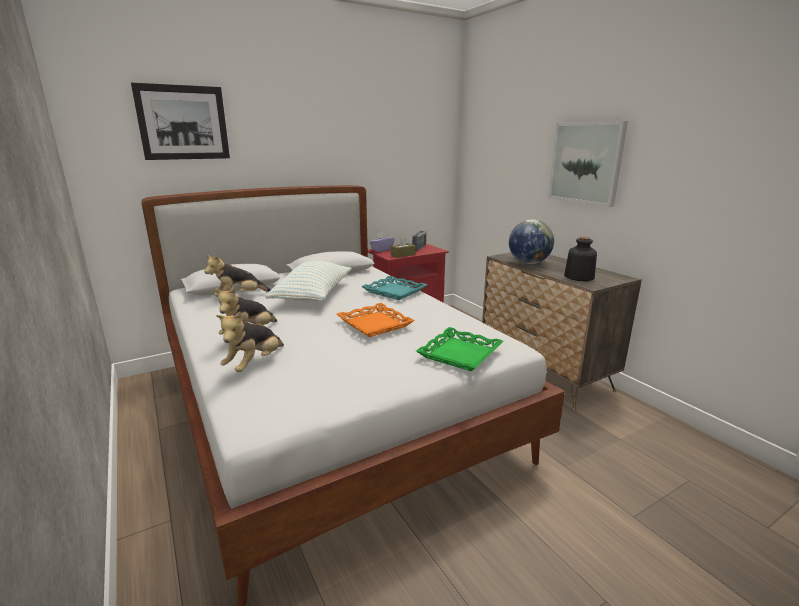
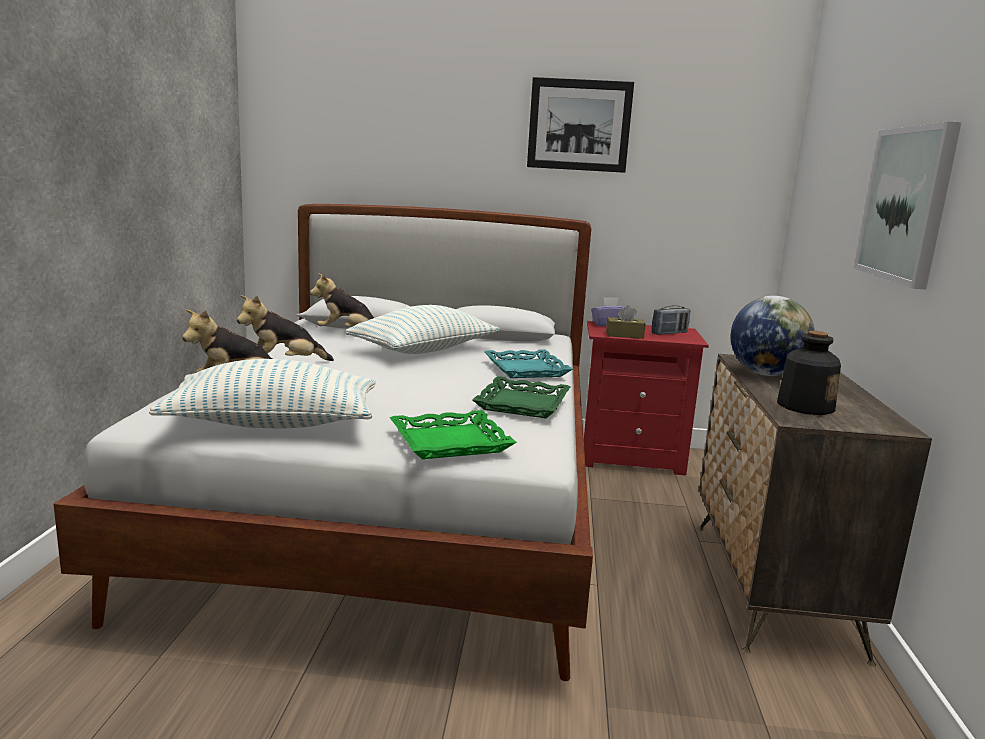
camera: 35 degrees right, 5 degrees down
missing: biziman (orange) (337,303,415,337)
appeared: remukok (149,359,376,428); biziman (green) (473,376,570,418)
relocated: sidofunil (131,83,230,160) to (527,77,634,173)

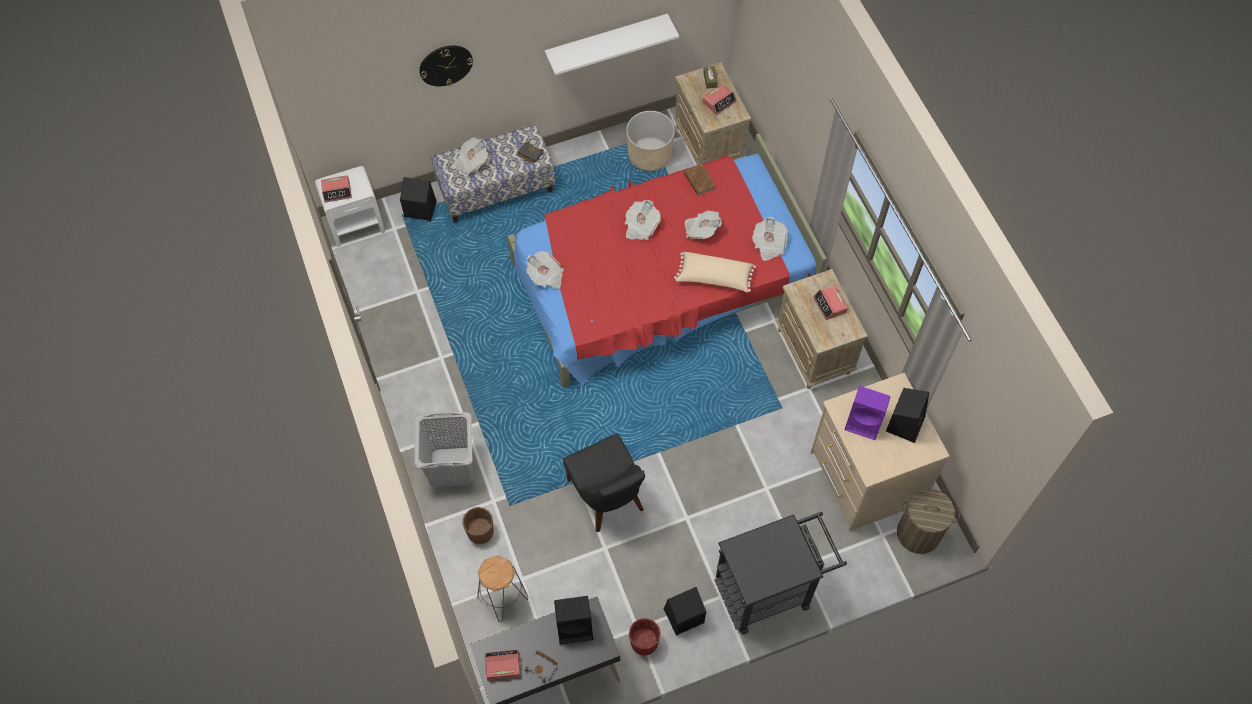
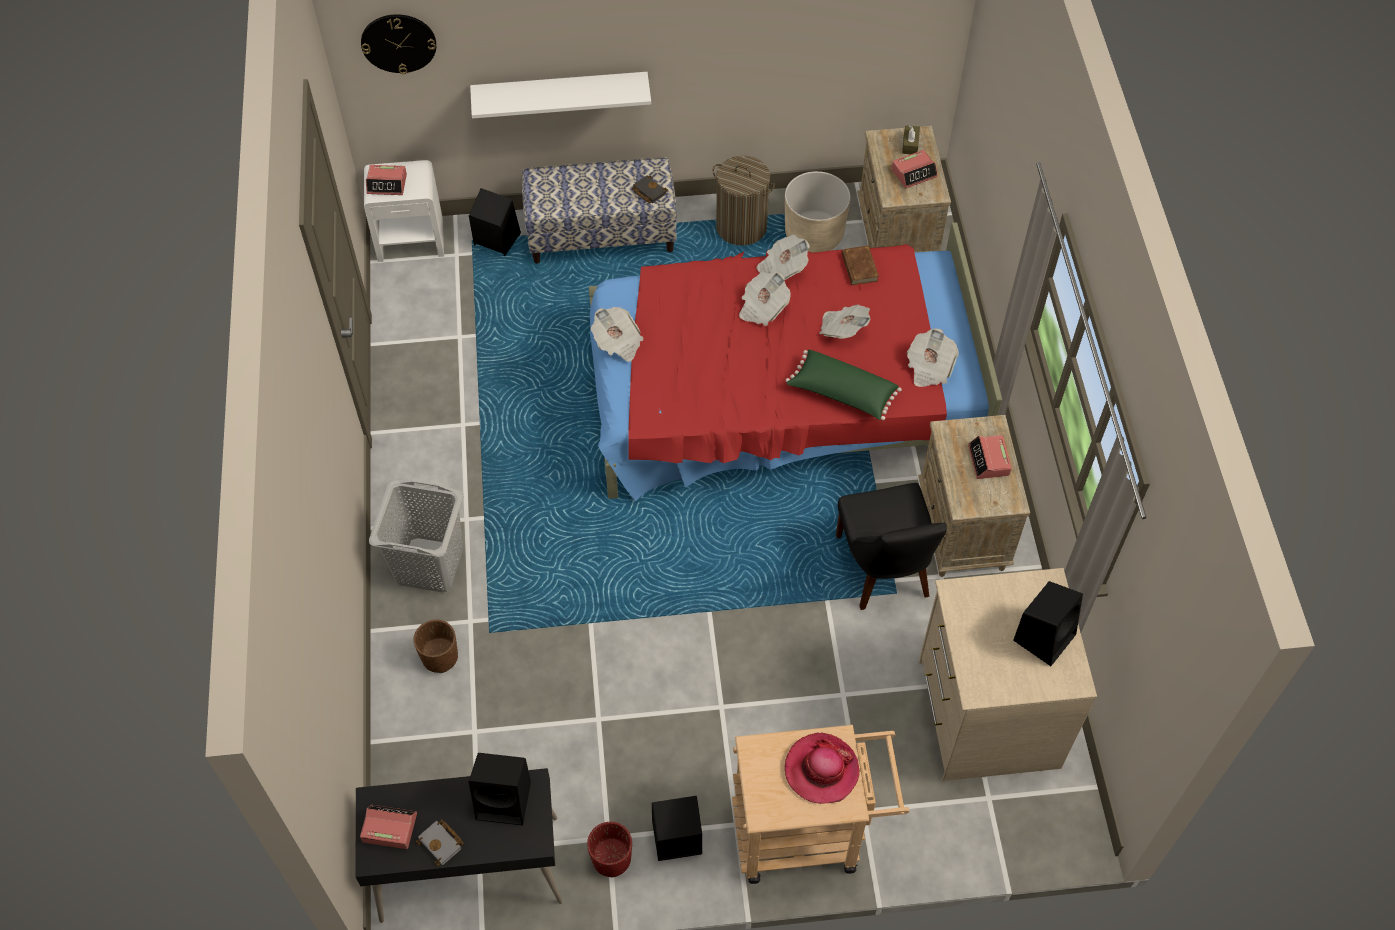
camera: 15 degrees right, 5 degrees down
missing: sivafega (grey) (477,555,528,622); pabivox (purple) (844,386,891,440)
appeared: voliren (785,732,860,804)
relocated: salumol (419,46,473,86) to (361,14,436,74); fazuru (453,137,488,175) to (757,235,810,280); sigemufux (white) (545,14,679,75) to (470,72,651,119); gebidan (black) (563,434,645,532) to (836,483,947,610); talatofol (897,489,960,554) to (713,156,775,246)
colour: remukok (beige) (674,252,756,292) to remukok (green) (786,350,902,420); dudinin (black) (714,512,847,634) to dudinin (beige) (732,725,909,884)

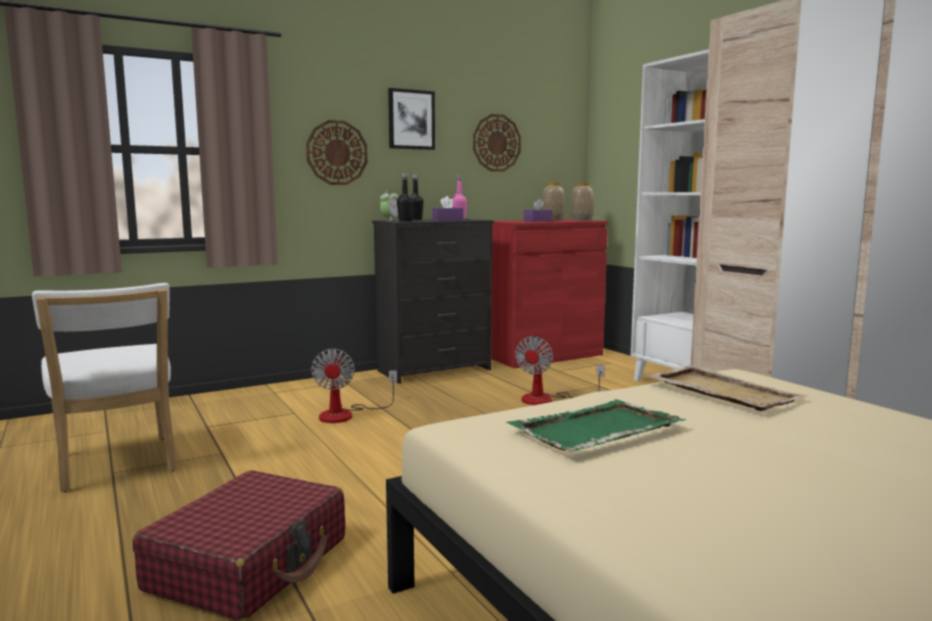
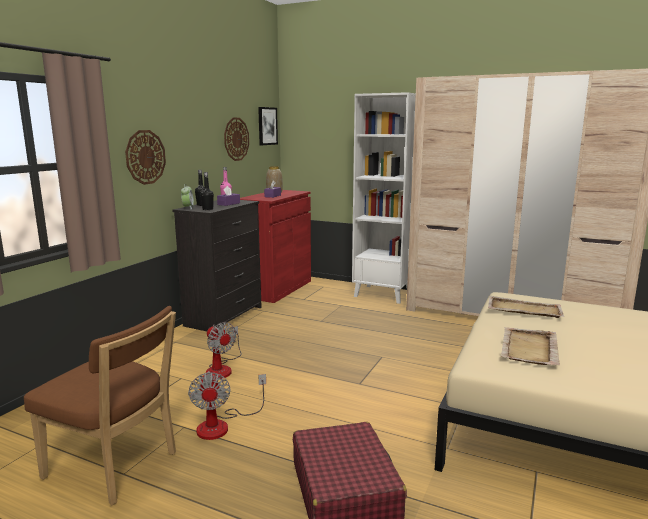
camera: 35 degrees left, 5 degrees up
missing: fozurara (570,183,594,220)
relocated: sidofunil (388,88,435,150) to (258,107,278,145); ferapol (515,336,605,405) to (188,371,266,440)
colour: gebidan (white) (32,283,177,492) to gebidan (brown) (24,306,176,506); biziman (green) (506,400,687,452) to biziman (beige) (501,327,560,365)

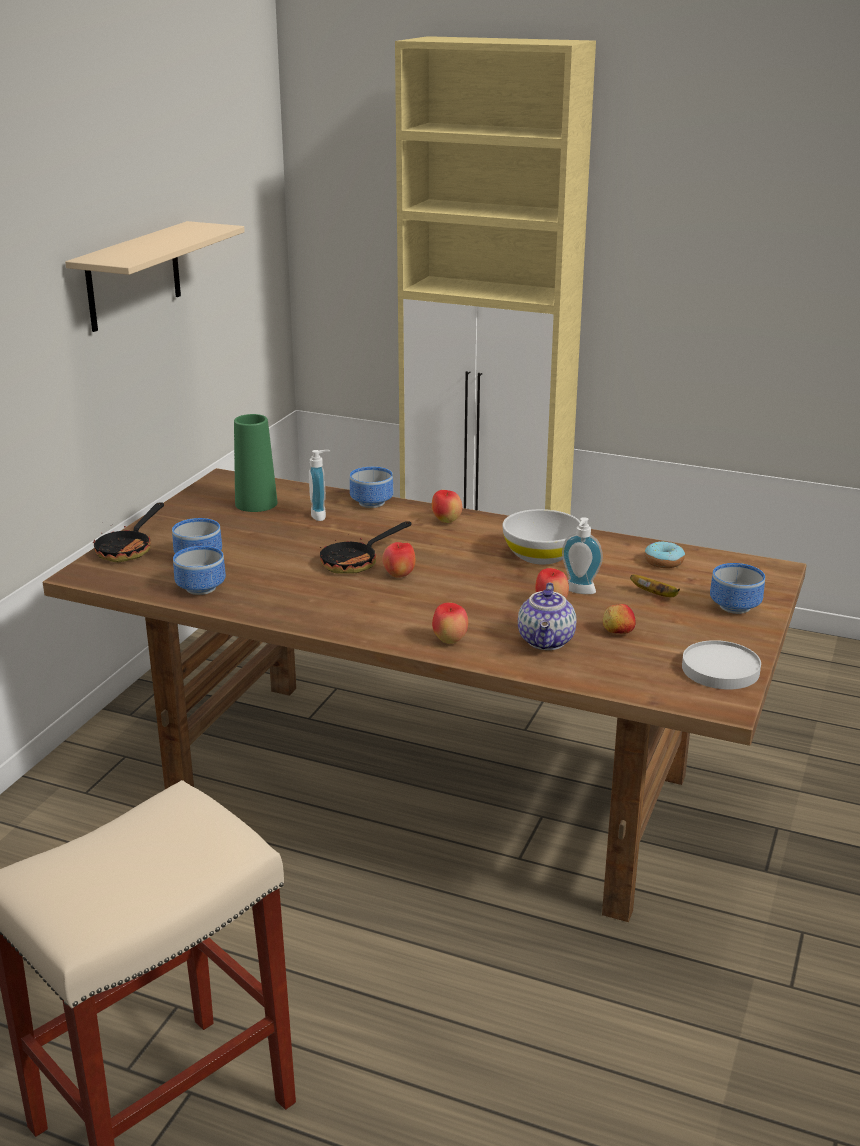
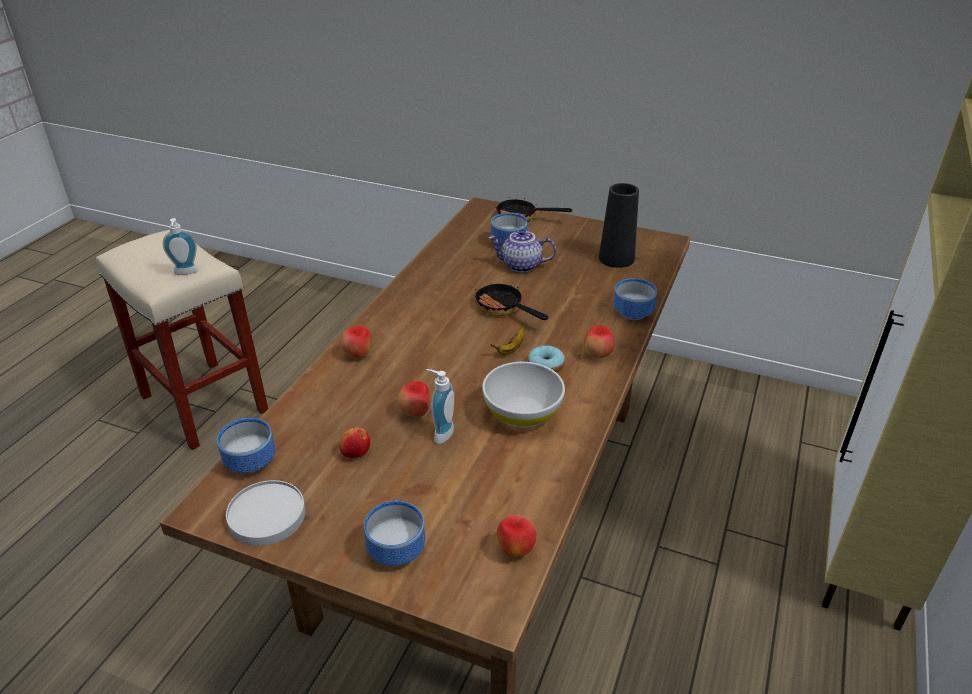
camera: 90 degrees right, 10 degrees up
missing: sigemufux (beige) (65,221,245,332)
relocated: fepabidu (173,546,226,595) to (217,418,275,473); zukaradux (309,450,330,521) to (163,218,199,275); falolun (382,542,415,578) to (497,515,537,558); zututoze (518,582,576,650) to (488,229,556,273); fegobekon (630,575,680,597) to (490,326,525,355); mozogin (644,541,685,568) to (528,346,565,373)
colour: fozurara (green) (234,414,278,512) to fozurara (black) (599,183,639,268)

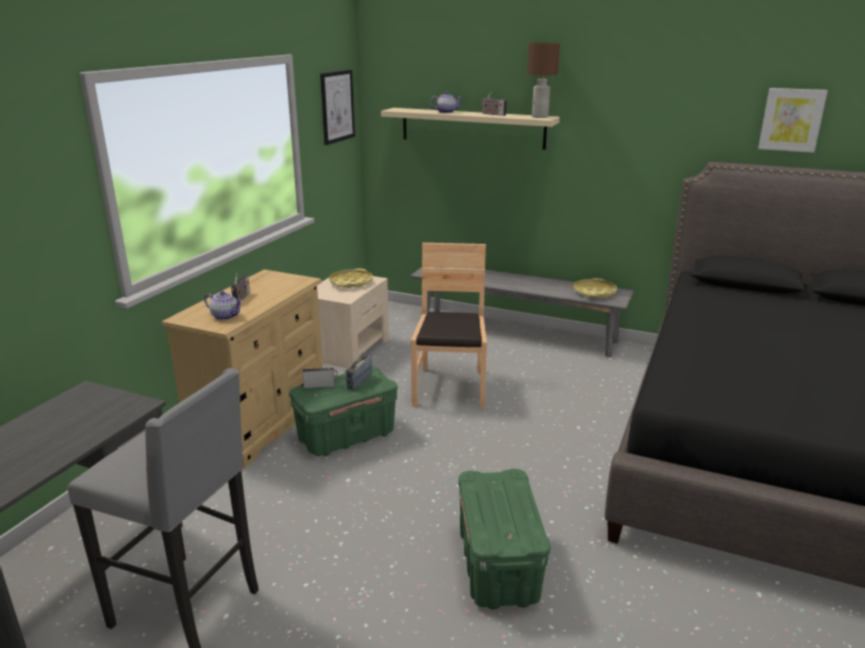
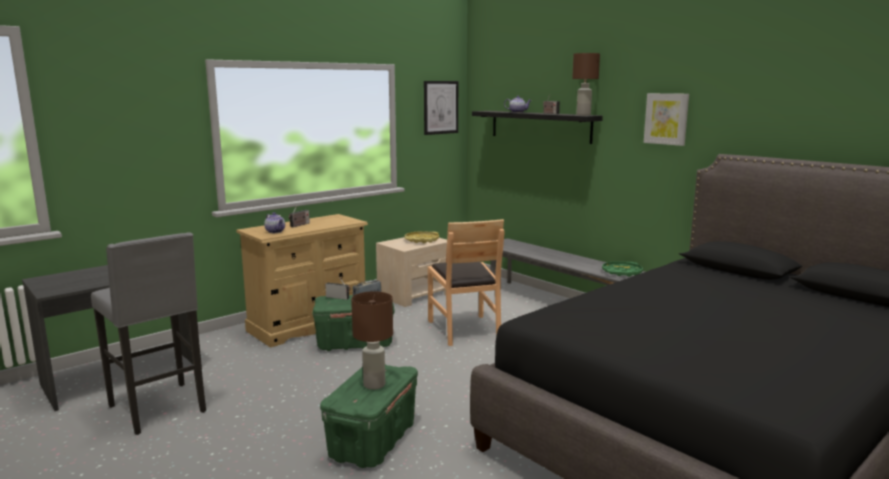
camera: 25 degrees right, 10 degrees down
appeared: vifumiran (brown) (351,291,393,390)
relocated: sidofunil (758,88,828,153) to (644,93,689,146)
colour: sigemufux (beige) (381,108,560,150) to sigemufux (black) (472,111,603,144); biziman (yellow) (573,278,617,298) to biziman (green) (602,261,643,277)
spun: gebidan (brown) (411,243,487,409) = (428,219,504,346) 135 degrees clockwise

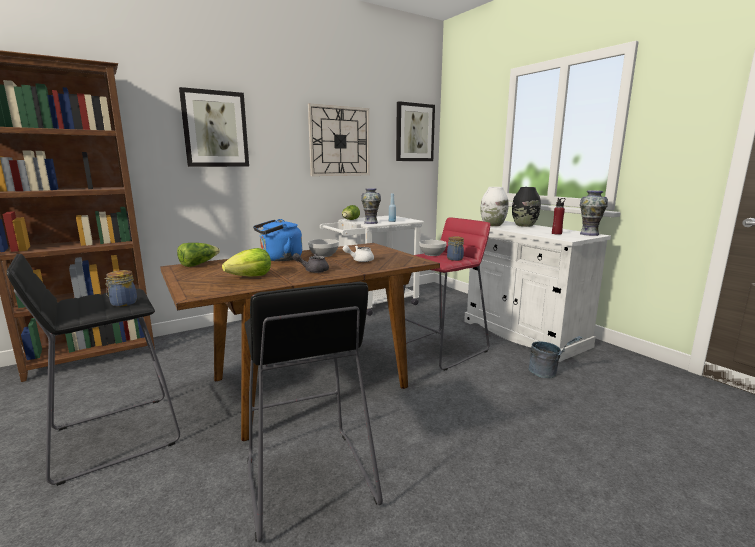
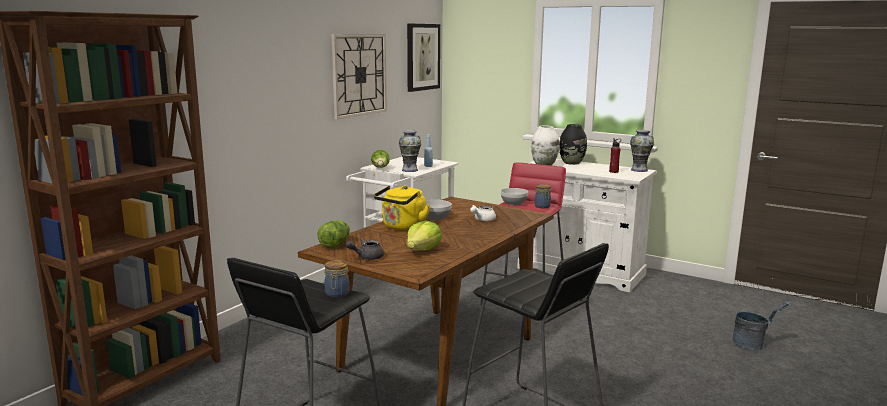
camera: 25 degrees left, 0 degrees up
missing: sidofunil (179,87,249,167)
relocated: zututoze (grey) (292,253,329,273) to (346,238,384,260); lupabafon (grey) (529,336,583,378) to (732,301,791,350)
colour: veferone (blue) (253,219,302,261) to veferone (yellow) (374,185,430,231)

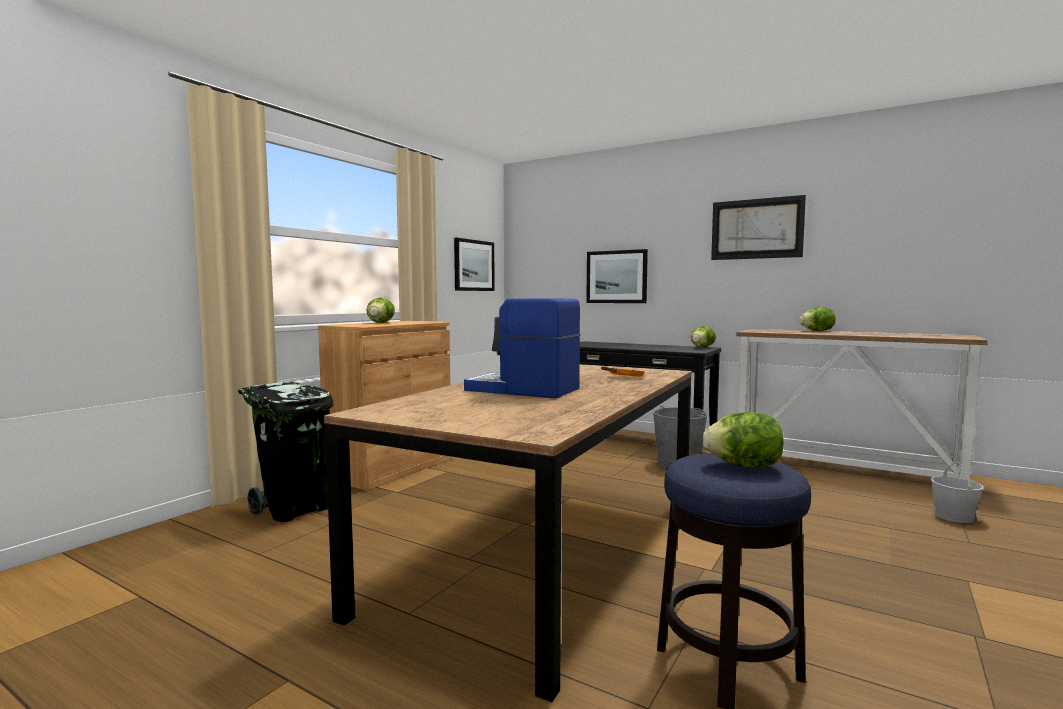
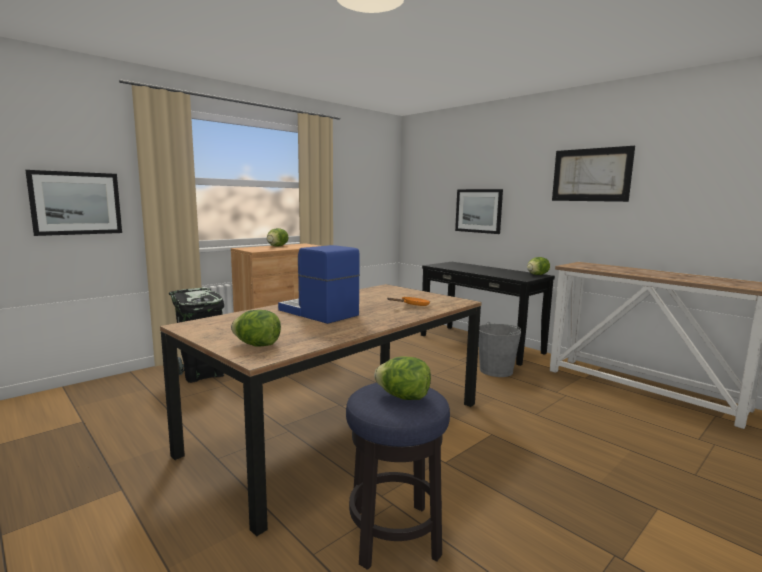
camera: 15 degrees right, 5 degrees up
missing: lupabafon (white) (931,462,984,523)
relocated: sidofunil (454,238,495,291) to (25,170,122,236); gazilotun (799,307,836,331) to (231,310,281,347)

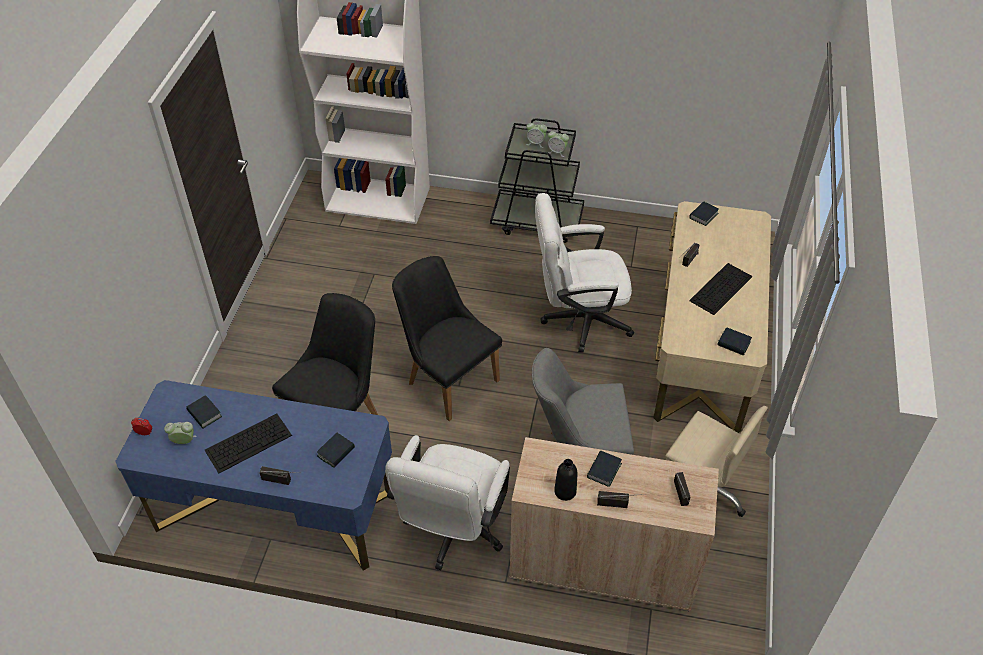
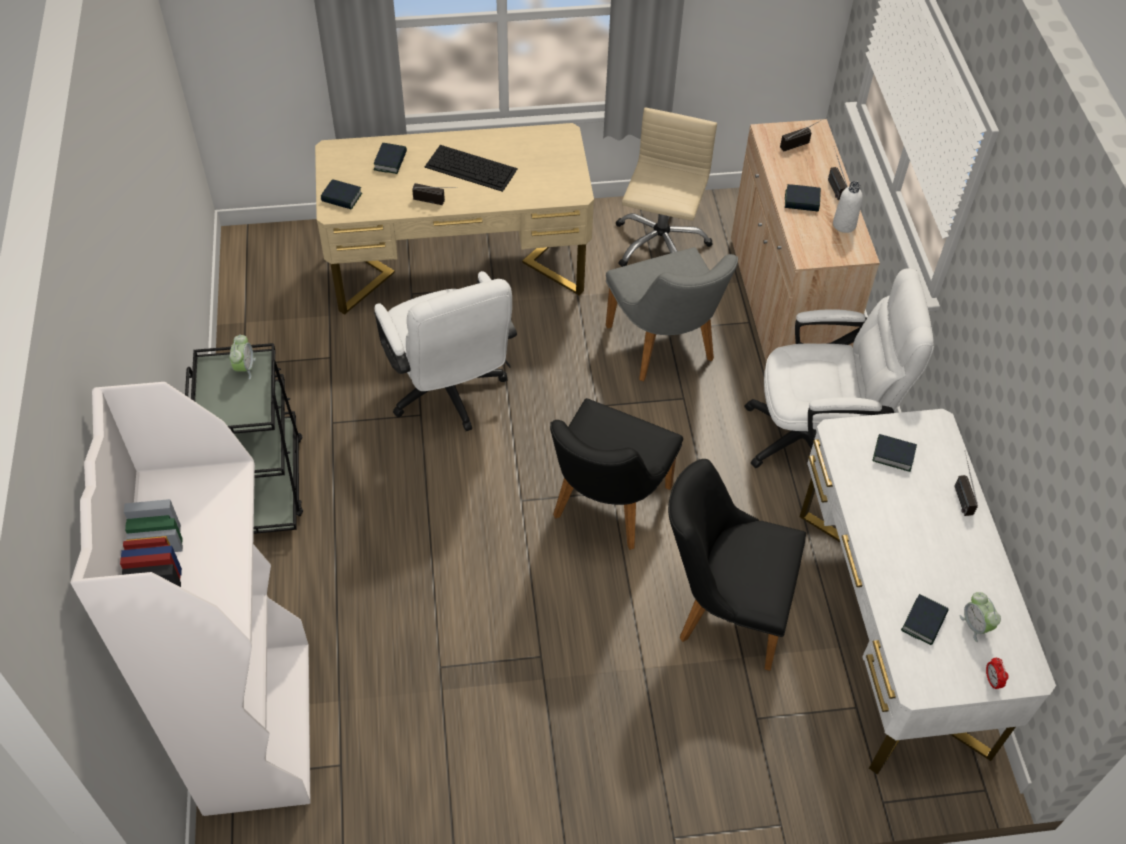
camera: 110 degrees left, 5 degrees up
missing: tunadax (205,414,292,473); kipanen (526,121,547,148)
relocated: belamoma (718,327,752,356) to (374,143,407,174)
colour: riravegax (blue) (115,380,392,571) to riravegax (white) (800,409,1056,774); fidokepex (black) (554,459,578,501) to fidokepex (white) (833,181,863,233)

